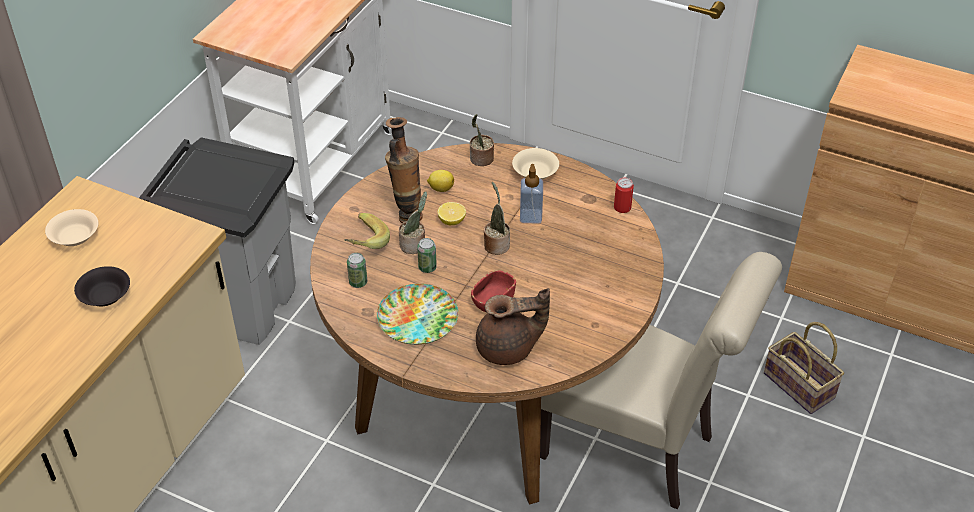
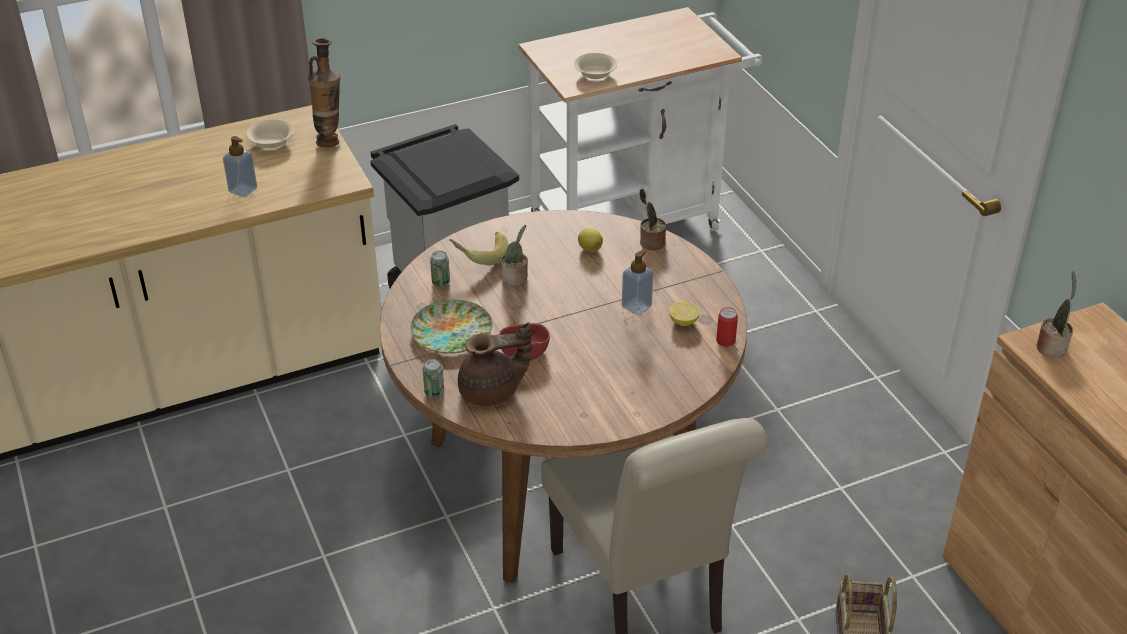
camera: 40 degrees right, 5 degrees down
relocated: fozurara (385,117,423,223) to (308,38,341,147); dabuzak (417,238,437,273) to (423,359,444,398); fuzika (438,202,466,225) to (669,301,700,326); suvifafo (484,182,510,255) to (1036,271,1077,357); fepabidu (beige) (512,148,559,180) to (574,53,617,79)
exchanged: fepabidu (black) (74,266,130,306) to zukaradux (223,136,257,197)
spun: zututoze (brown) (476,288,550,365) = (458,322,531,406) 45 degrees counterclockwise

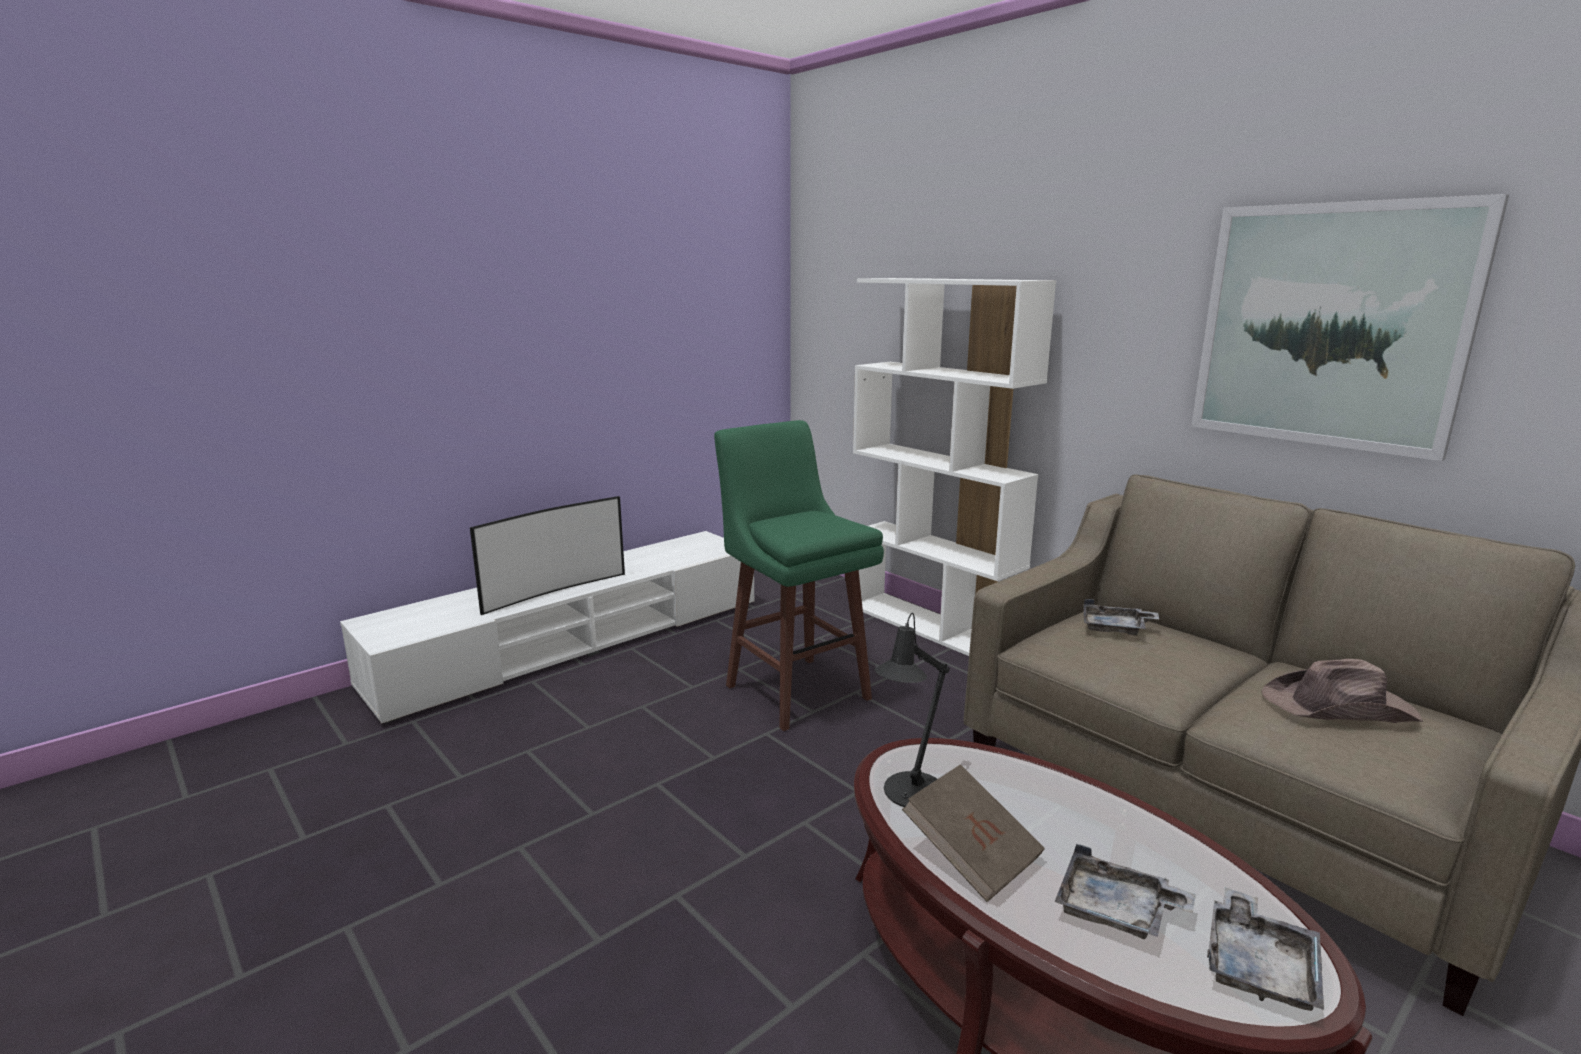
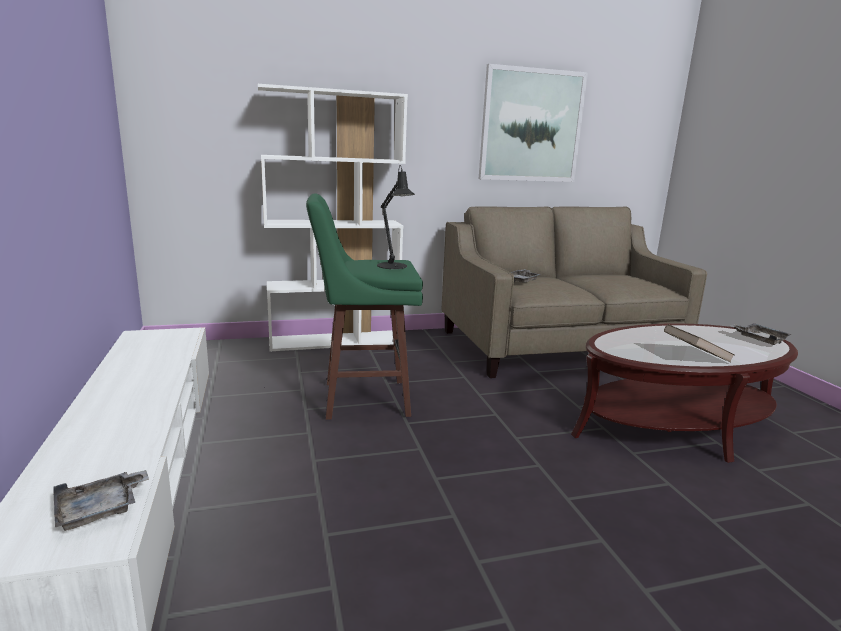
camera: 65 degrees left, 0 degrees up
missing: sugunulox (470,496,625,615); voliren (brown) (1261,659,1423,723)
relocated: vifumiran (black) (875,613,949,807) to (377,165,415,269); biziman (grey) (1055,844,1196,939) to (53,470,149,531)

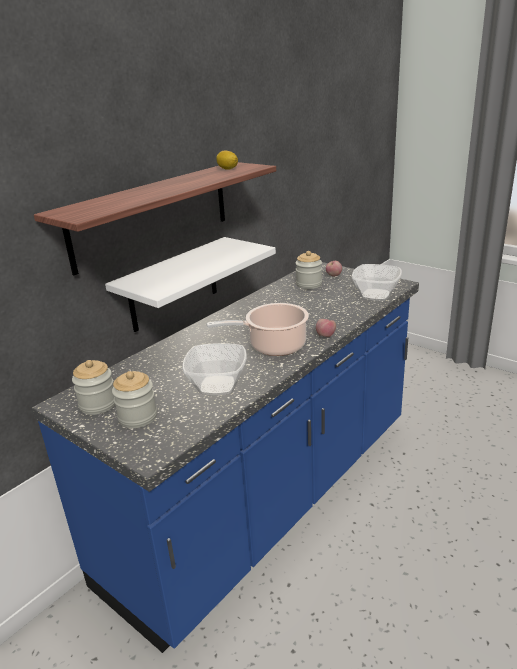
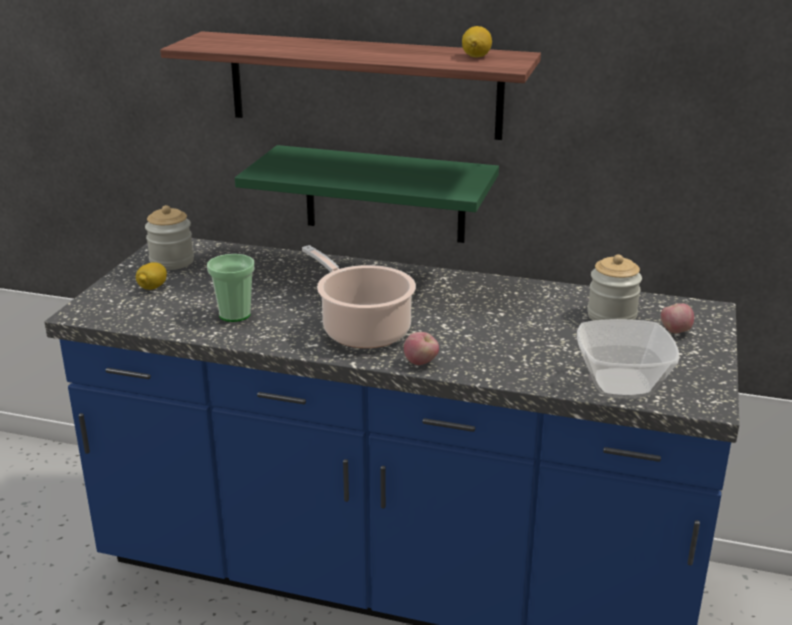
camera: 65 degrees right, 0 degrees up
exchanged: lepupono (112,371,157,428) to fuzika (136,262,167,290); fepabidu (182,343,247,396) to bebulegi (207,254,254,322)
colour: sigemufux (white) (105,237,276,332) to sigemufux (green) (235,145,499,243)

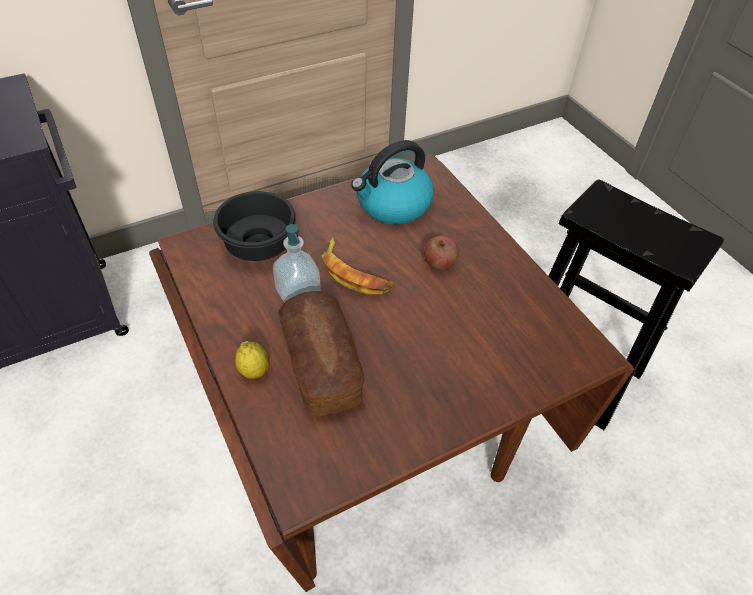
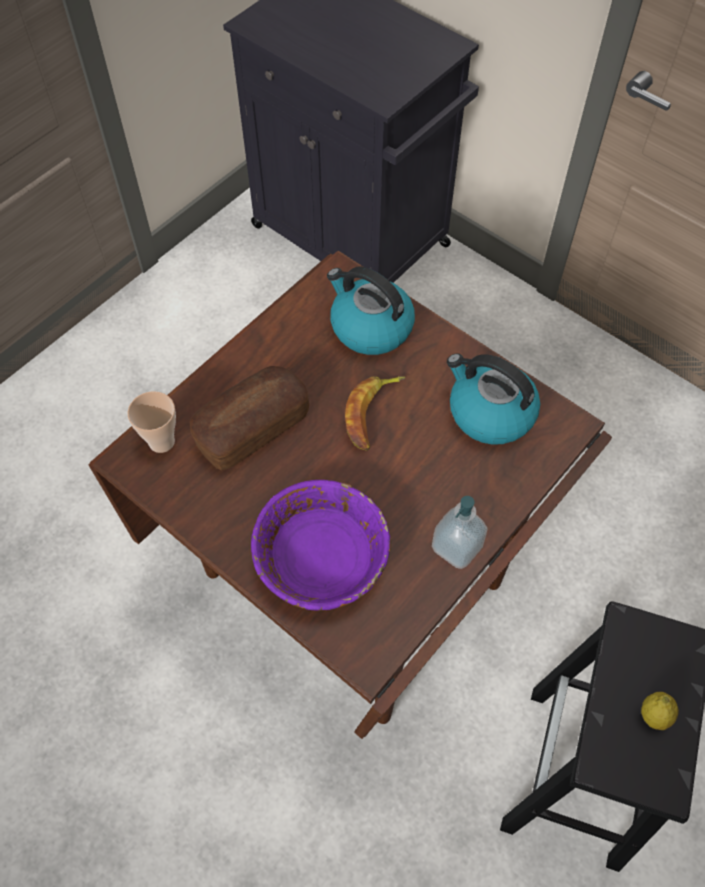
camera: 70 degrees right, 10 degrees up
missing: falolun (424,235,459,270)
appeared: bebulegi (127,391,176,453); fepabidu (purple) (251,480,391,610)
relocated: fuzika (235,341,270,379) to (641,692,679,730); zukaradux (273,224,321,302) to (432,496,488,569)
exchanged: fepabidu (black) (213,191,296,261) to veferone (327,267,415,355)

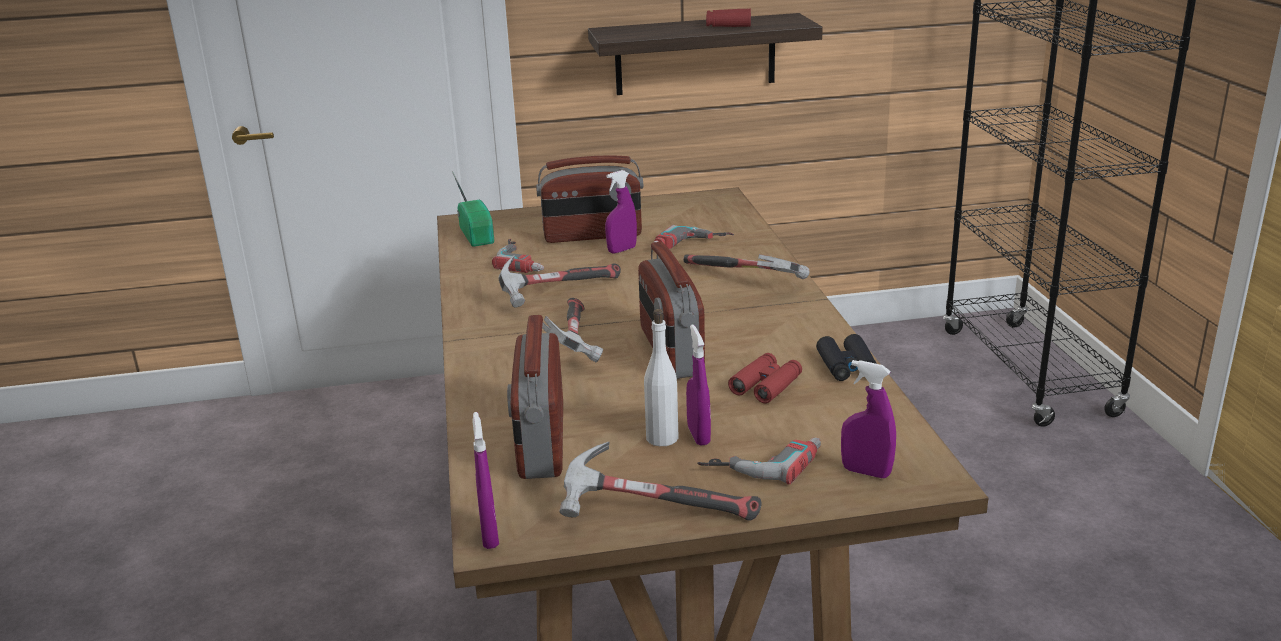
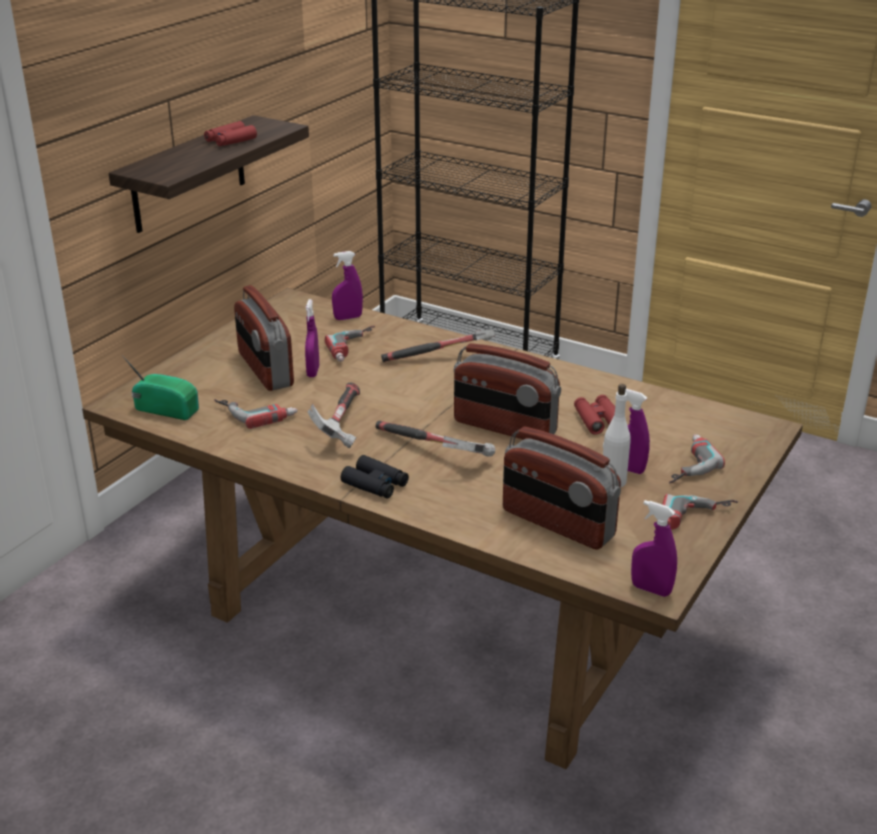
camera: 50 degrees left, 5 degrees up
relocated: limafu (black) (816,334,877,381) to (341,455,409,498); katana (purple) (841,360,896,478) to (332,251,363,320)
exchanged: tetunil (559,442,761,521) to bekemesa (662,494,738,530)
spun: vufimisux (536,155,643,243) = (234,285,294,391) 120 degrees clockwise

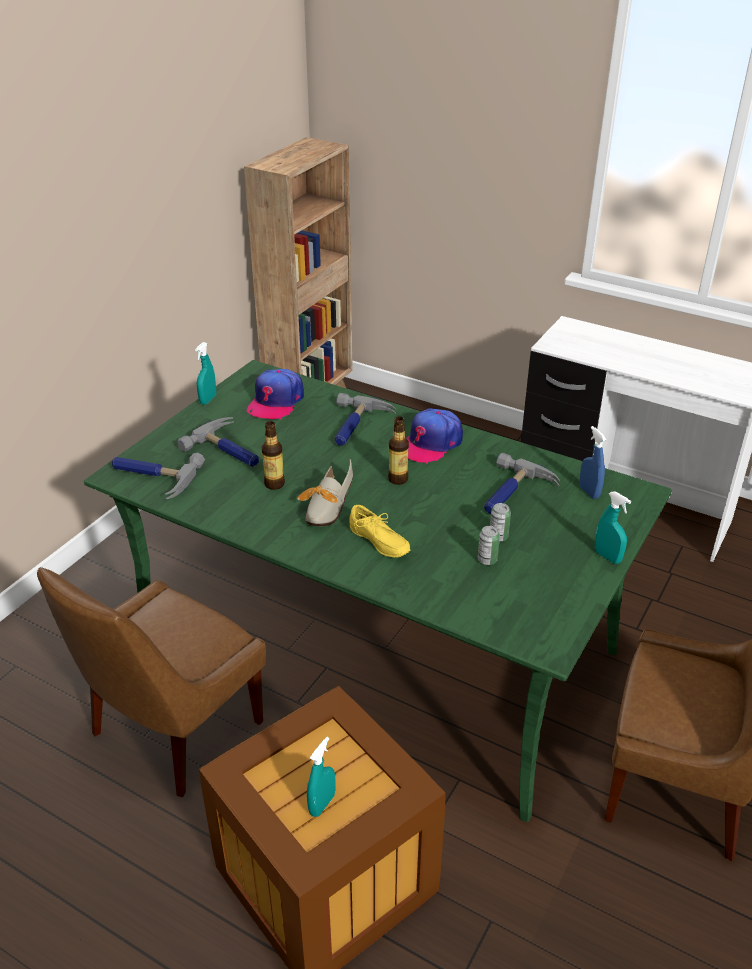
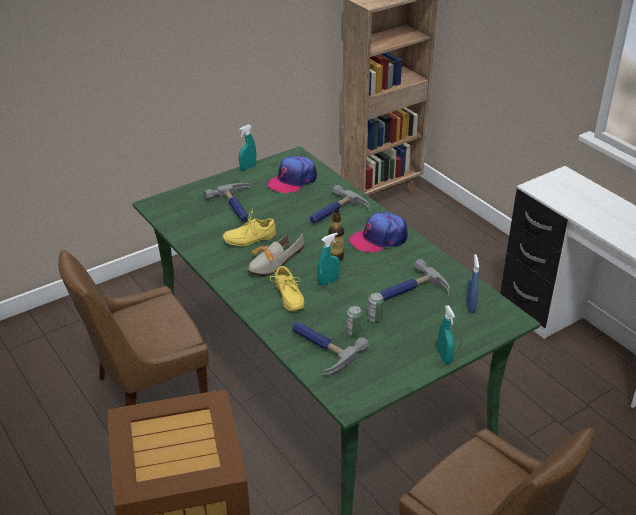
camera: 25 degrees right, 0 degrees up
relocated: tetunil (112,452,205,500) to (292,322,369,375); katana (turquoise) (307,737,336,817) to (317,233,340,286)
exchanged: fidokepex (262,421,285,490) to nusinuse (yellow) (222,210,276,246)

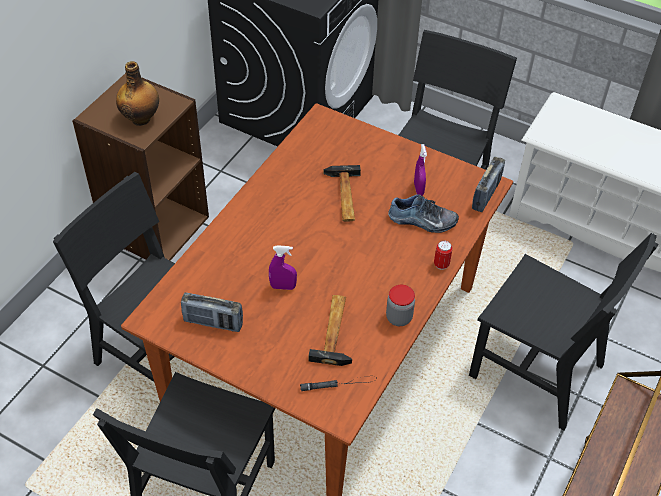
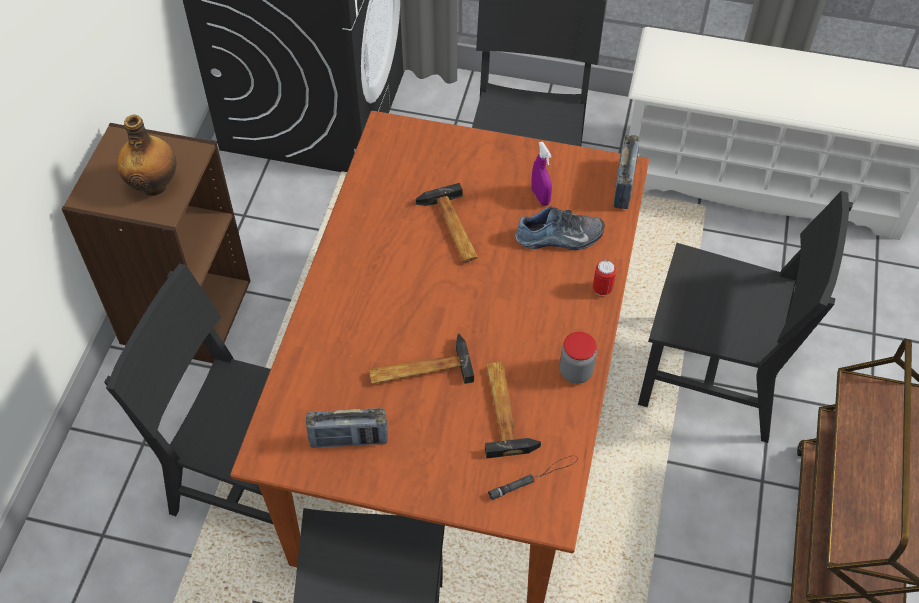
camera: 15 degrees left, 5 degrees up
exchanged: katana (purple) (269,245,297,290) to tetunil (369,334,474,384)

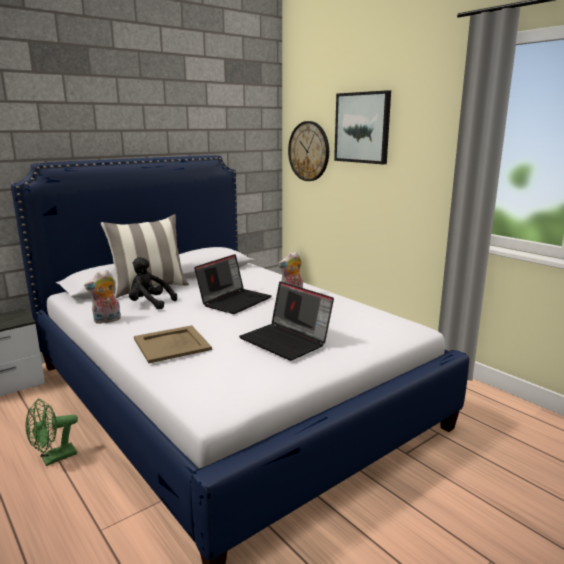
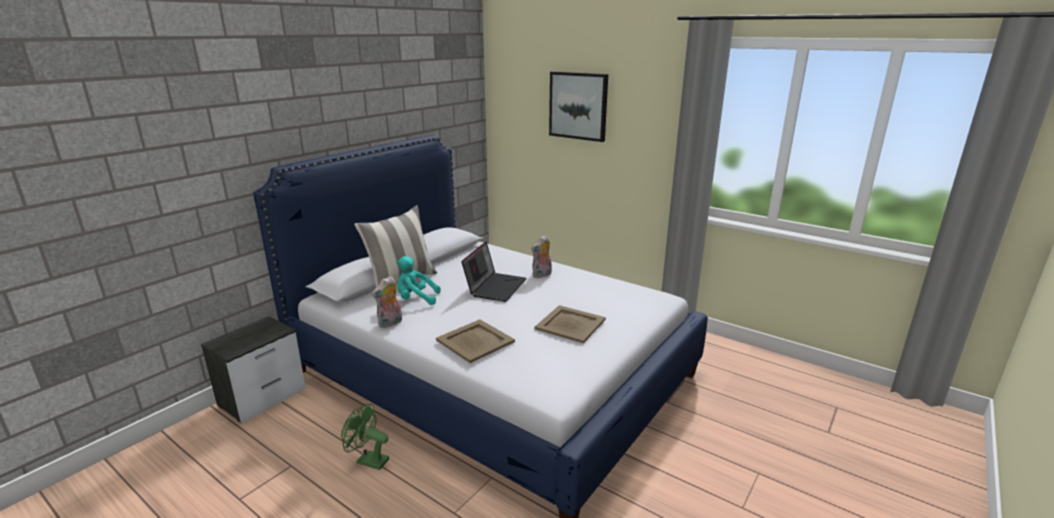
camera: 15 degrees left, 5 degrees up
missing: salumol (288,121,329,181)
exchanged: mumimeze (239,281,334,361) to biziman (beige) (535,305,606,343)
colour: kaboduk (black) (129,257,177,309) to kaboduk (turquoise) (396,256,441,305)
spun: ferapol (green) (26,398,78,466) = (341,404,389,470) 75 degrees clockwise

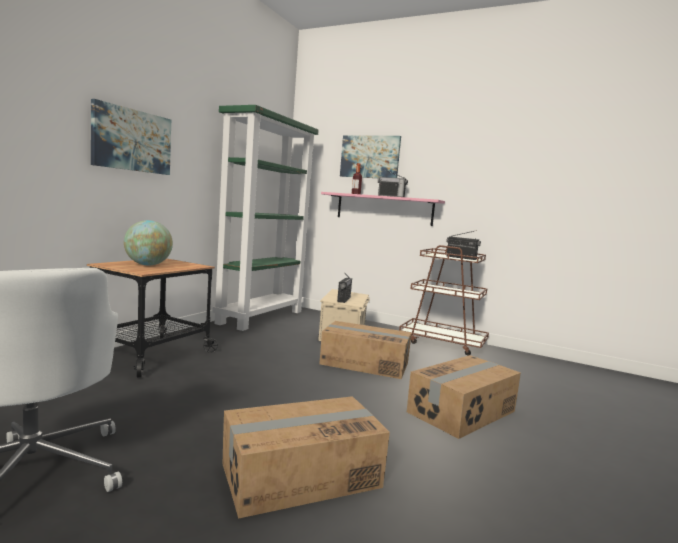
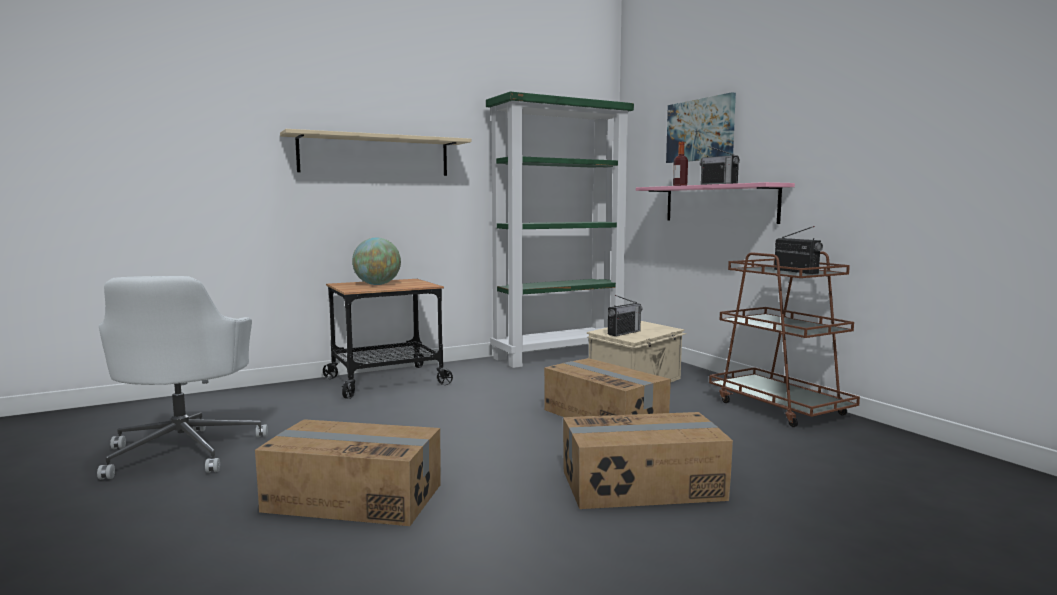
camera: 35 degrees right, 0 degrees up
exchanged: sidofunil (91,99,171,175) to sigemufux (beige) (280,129,471,176)

